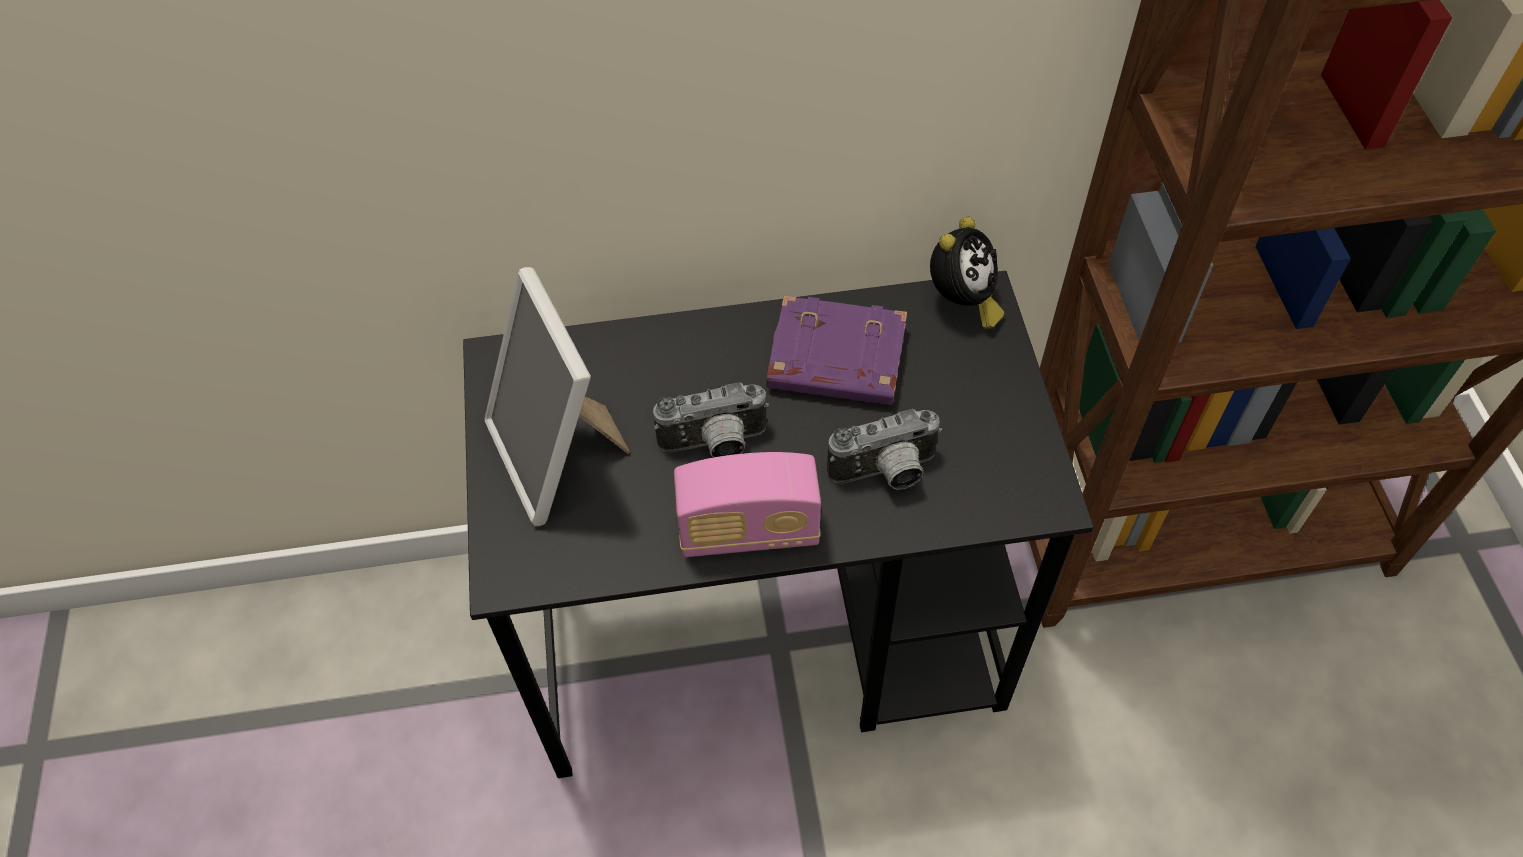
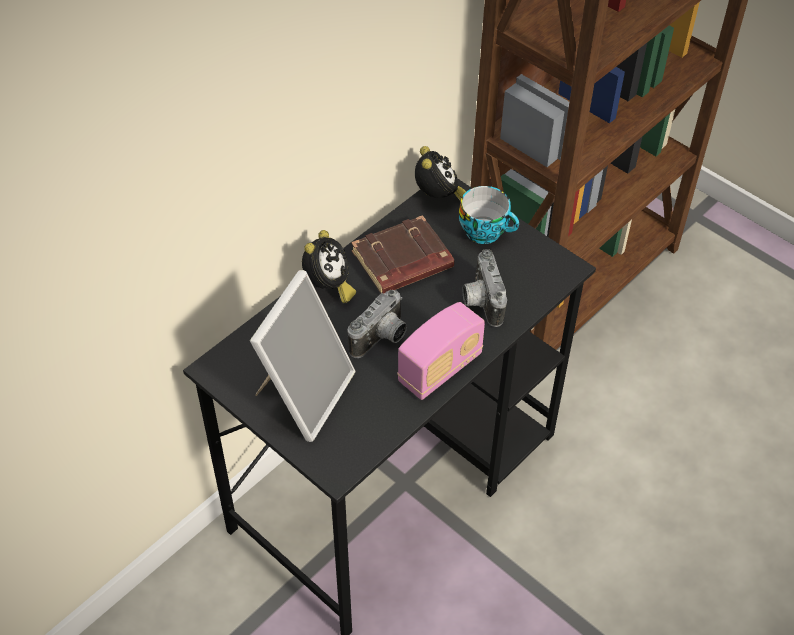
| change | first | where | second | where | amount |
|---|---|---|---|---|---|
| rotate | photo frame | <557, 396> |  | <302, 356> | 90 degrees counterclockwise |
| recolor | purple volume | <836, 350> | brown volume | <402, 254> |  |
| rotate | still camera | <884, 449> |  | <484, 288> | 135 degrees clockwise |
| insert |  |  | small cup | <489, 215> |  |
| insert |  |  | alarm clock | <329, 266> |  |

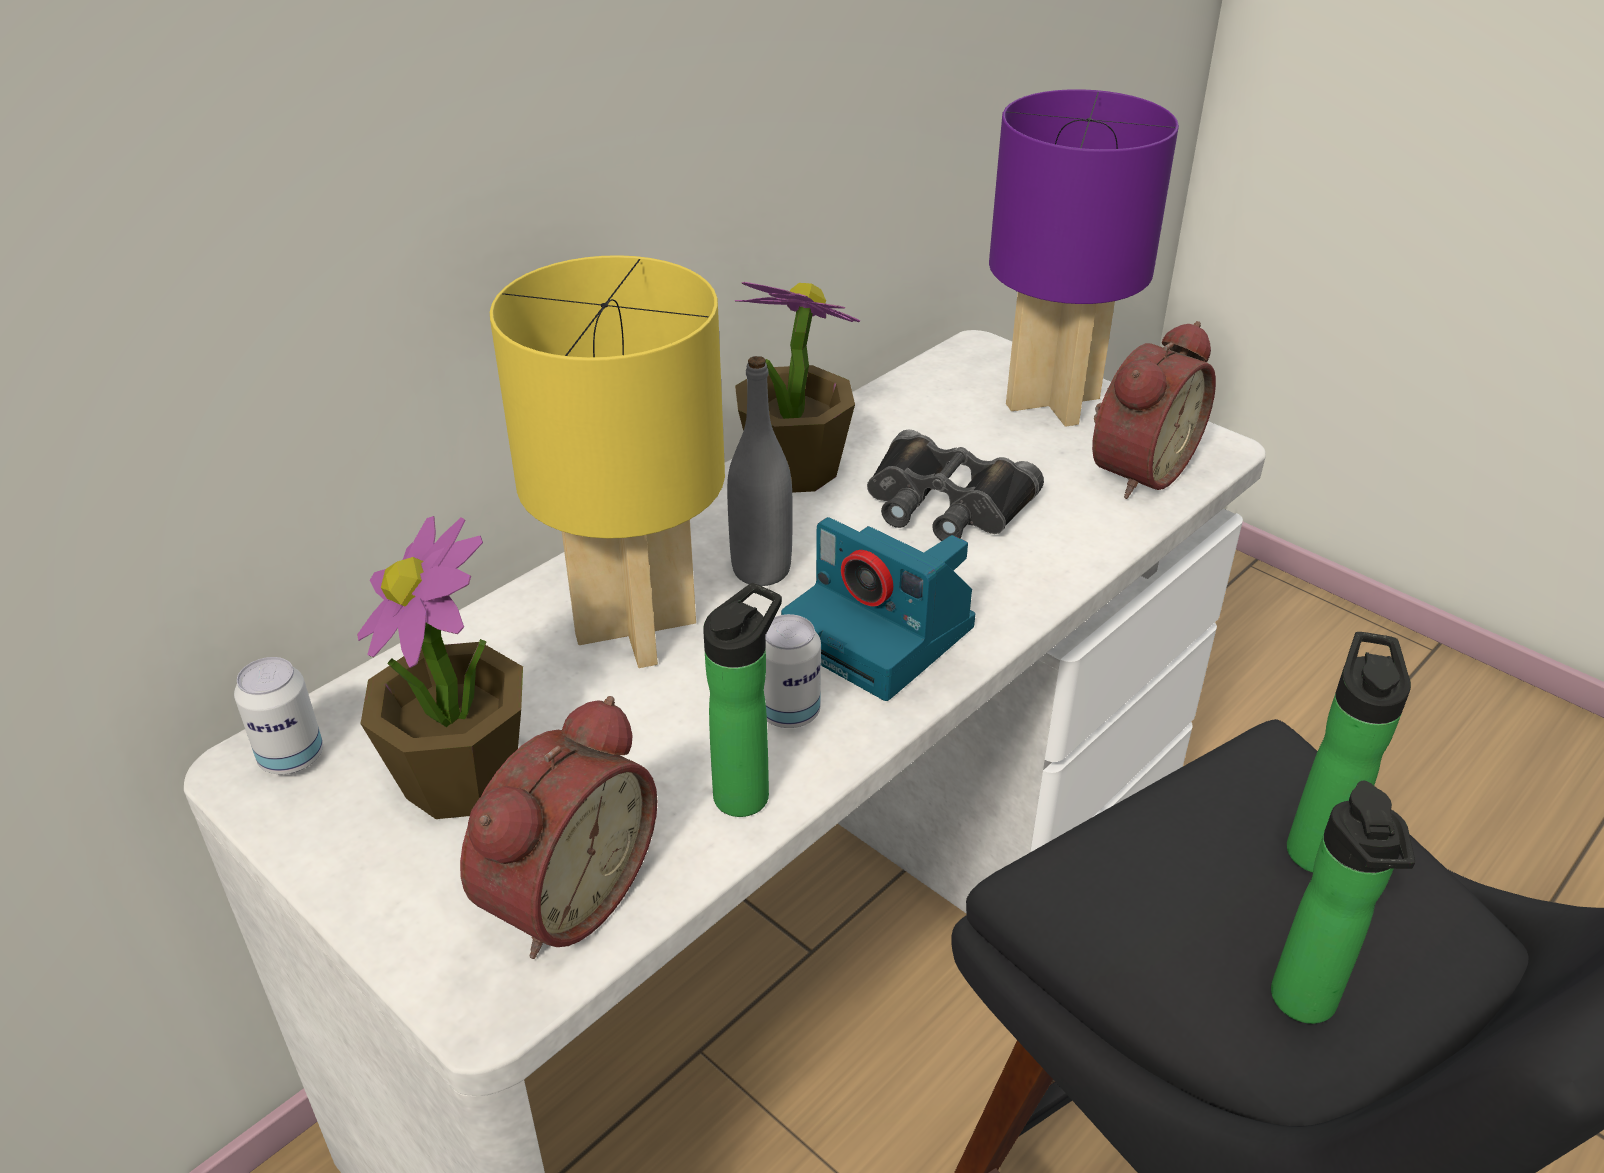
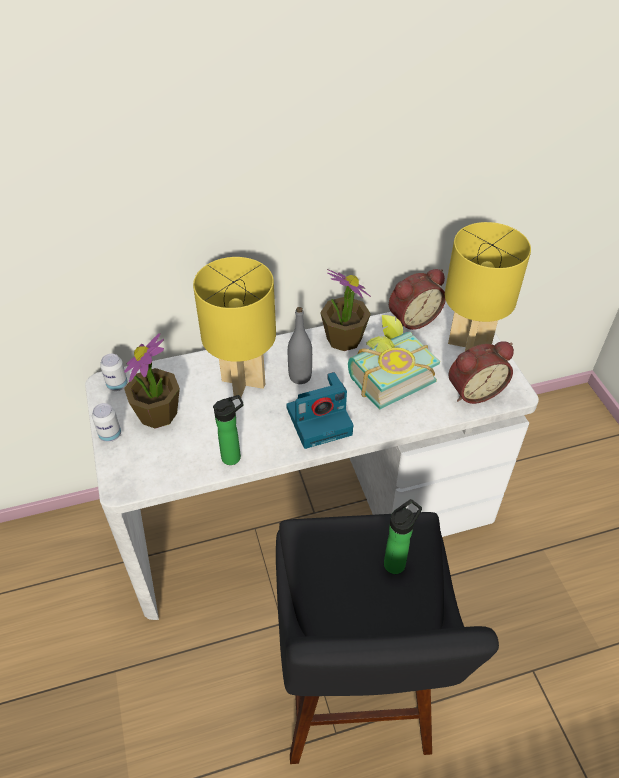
| change | first | where | second | where | amount |
|---|---|---|---|---|---|
| recolor | purple table lamp | <1084, 258> | yellow table lamp | <488, 286> |  |
| replace | black field glasses | <955, 485> | volume | <394, 362> |  |
| rotate | still camera | <878, 609> |  | <319, 410> | 90 degrees counterclockwise |
| move | can | <792, 671> |  | <106, 422> |  |
| move | alarm clock | <558, 827> |  | <417, 299> |  |
| delete | bottle | <1343, 902> |  |  |  |

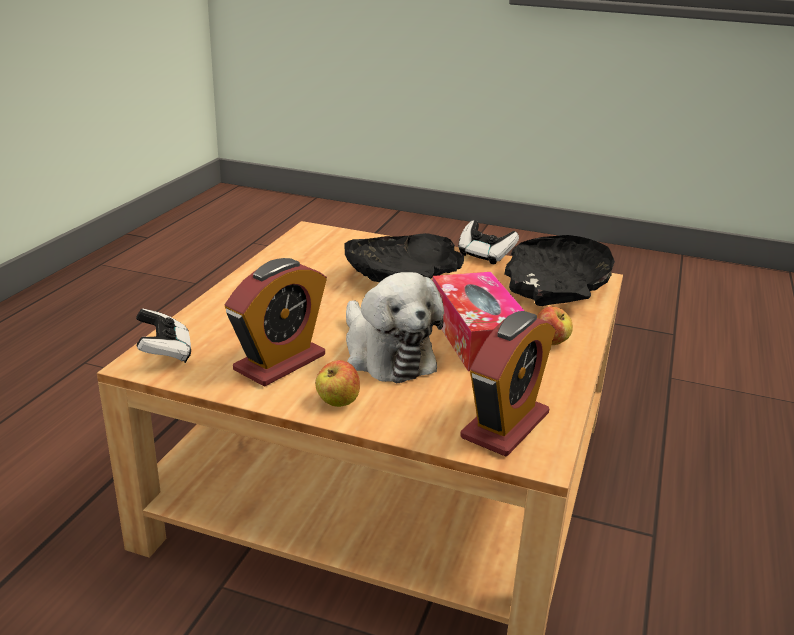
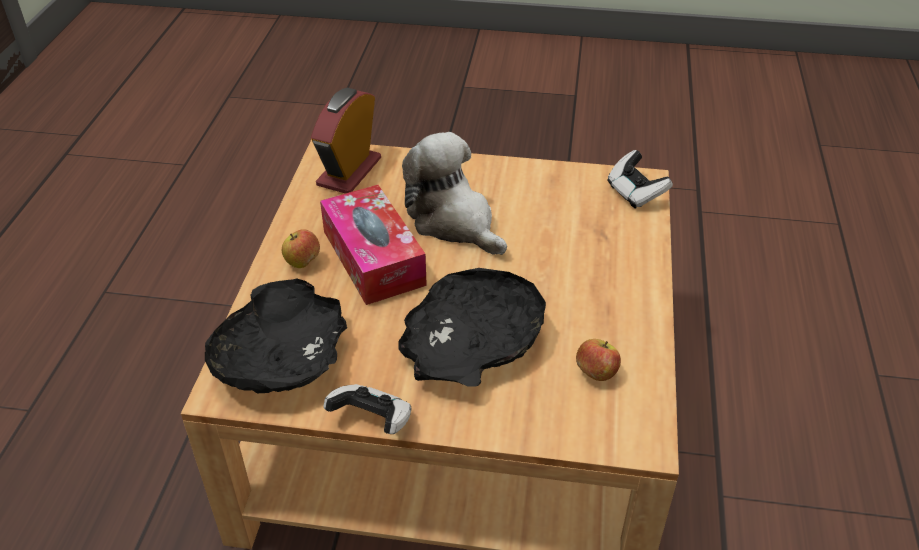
| change | first | where | second | where | amount |
|---|---|---|---|---|---|
| delete | alarm clock | <276, 322> |  |  |  |
| move | whole apple | <337, 383> |  | <598, 360> |  |

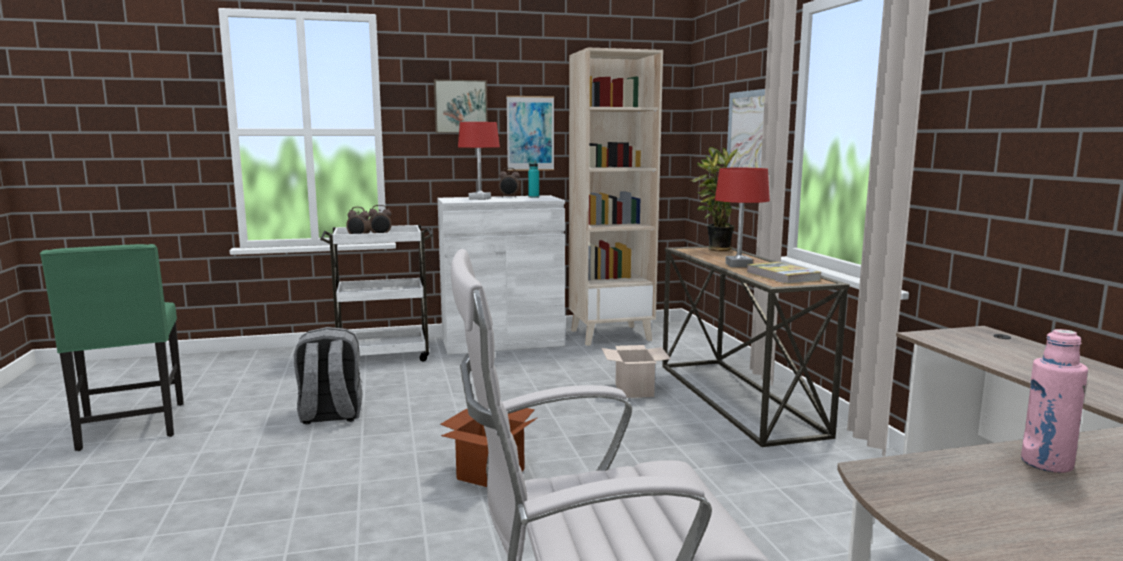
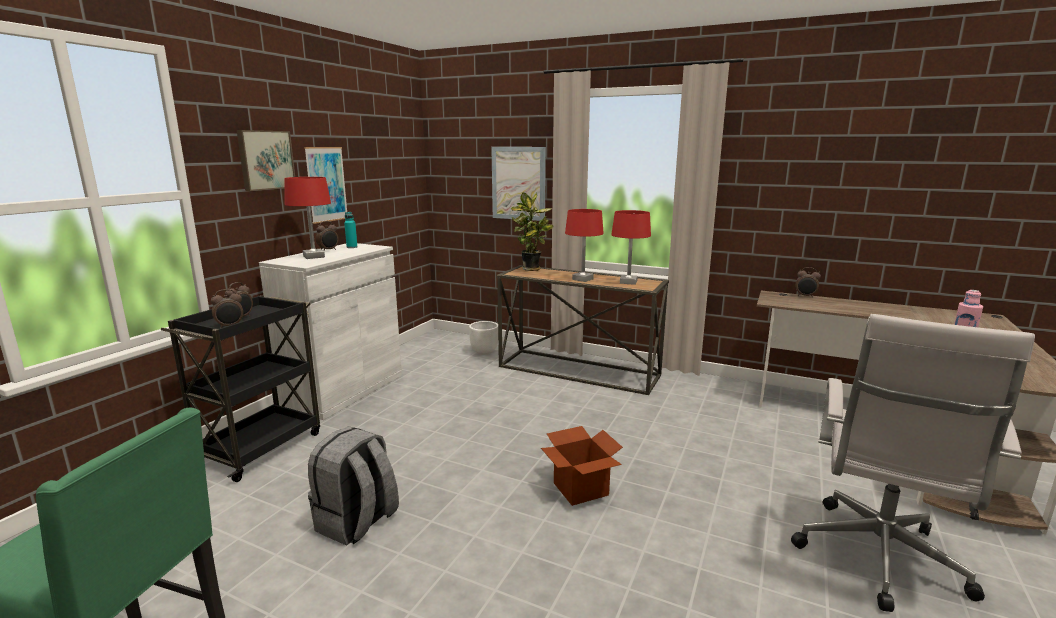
| change | first | where | second | where | amount |
|---|---|---|---|---|---|
| delete | beige bookcase | <616, 197> |  |  |  |
| recolor | white-coloured trolley | <376, 293> | black trolley | <240, 388> |  |
| replace | volume | <783, 273> | reddish table lamp | <631, 247> |  |
| delete | packing box | <636, 371> |  |  |  |
| insert |  |  | alarm clock | <808, 282> |  |
| insert |  |  | white-coloured plant pot | <483, 338> |  |

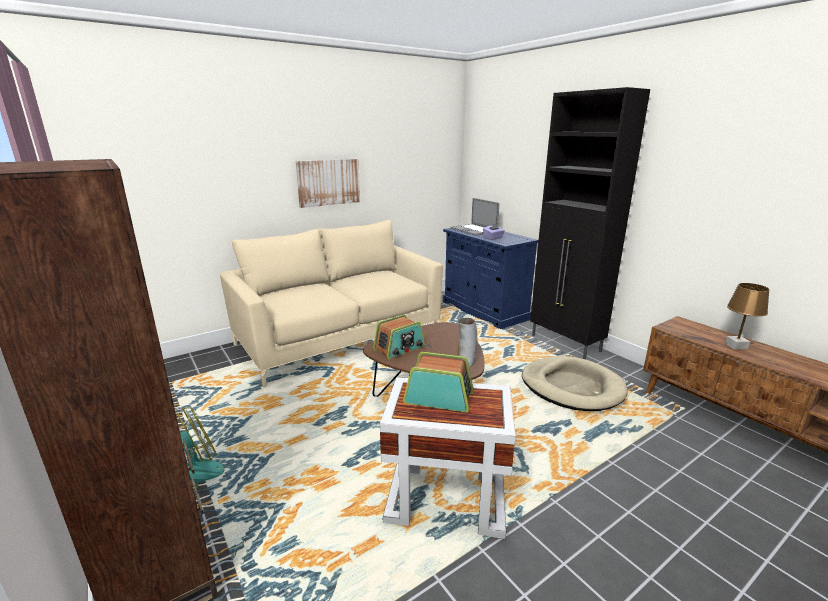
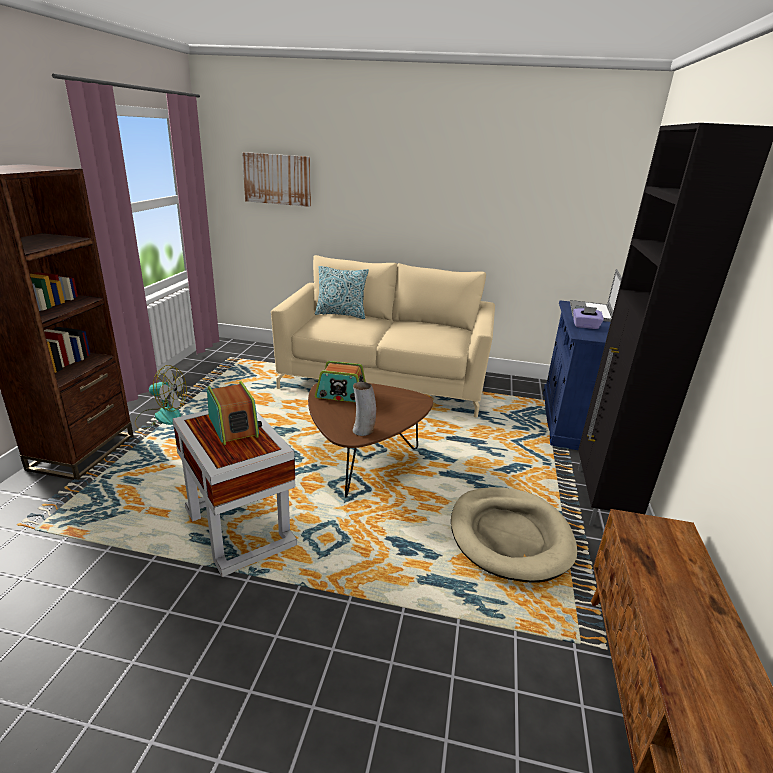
| change | first | where | second | where | amount |
|---|---|---|---|---|---|
| move | picture | <327, 183> |  | <276, 179> |  |
| delete | brown table lamp | <747, 316> |  |  |  |
| insert |  |  | cushion | <342, 292> |  |

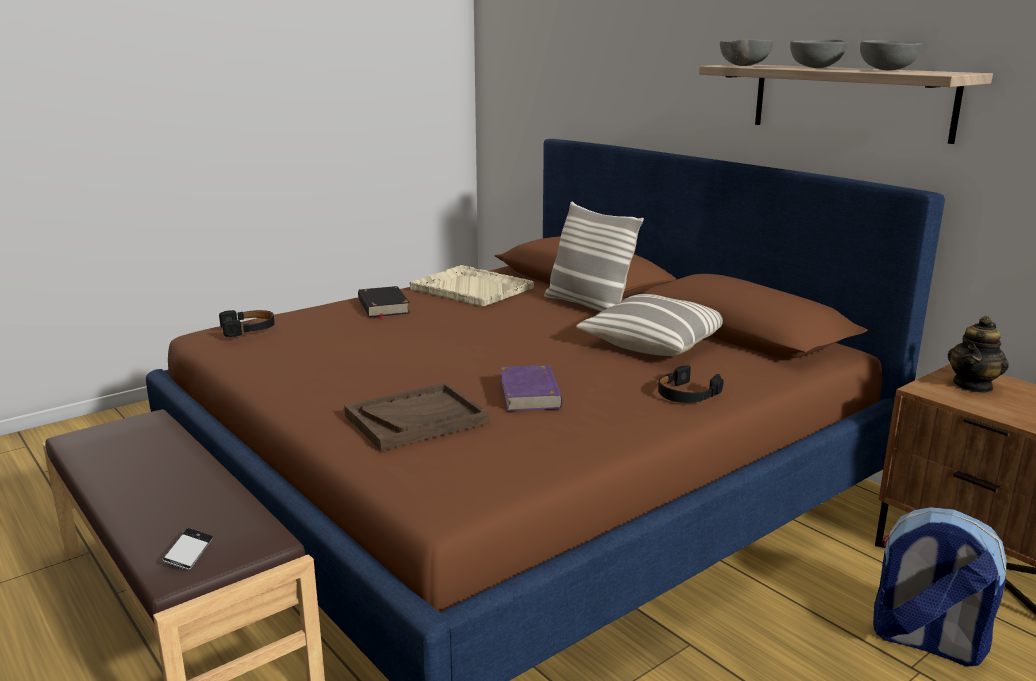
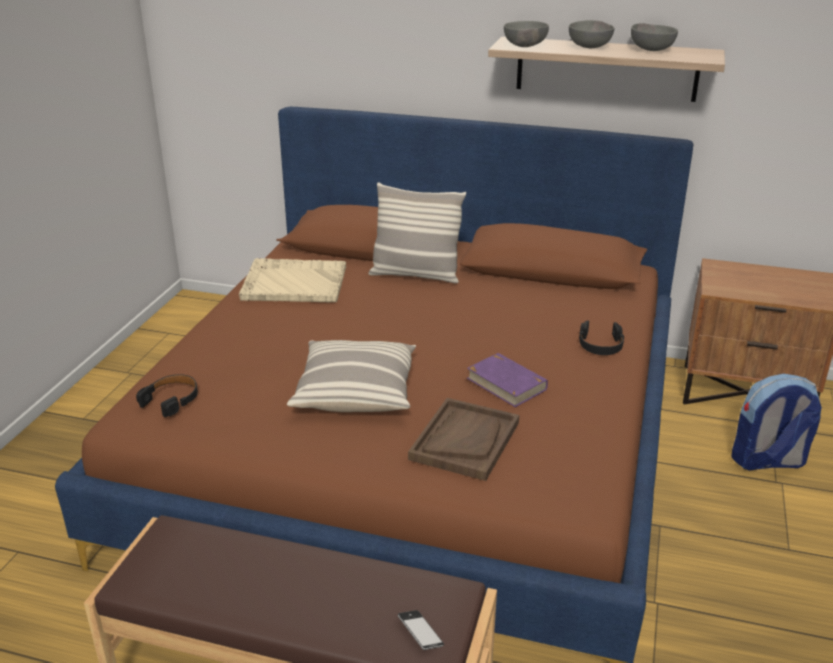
| change | first | where | second | where | amount |
|---|---|---|---|---|---|
| delete | black volume | <384, 303> |  |  |  |
| move | cushion | <649, 325> |  | <351, 376> |  |
| delete | pot for tea | <978, 354> |  |  |  |

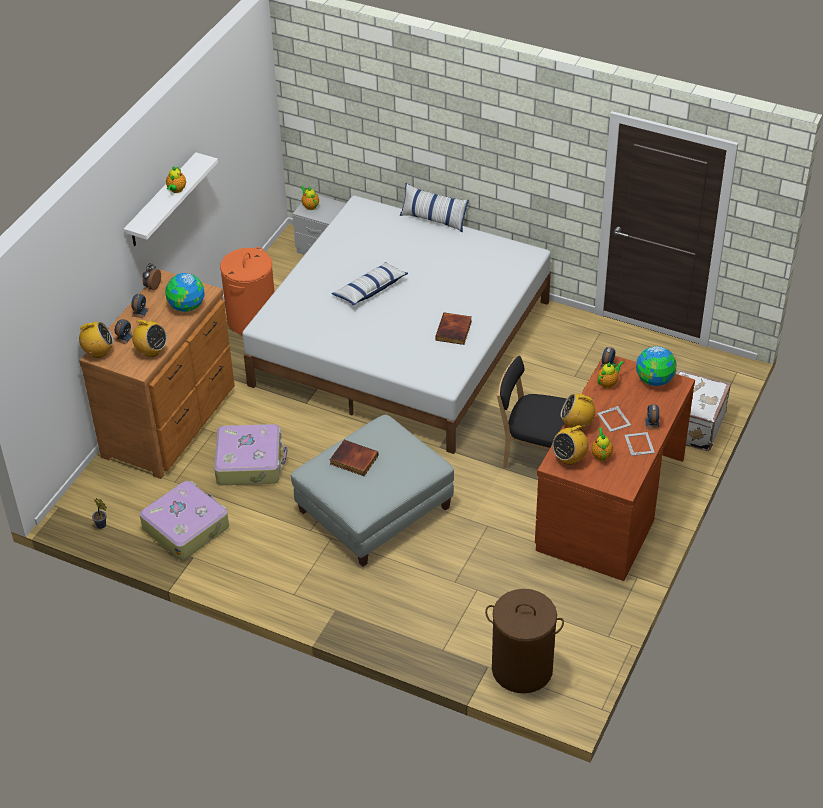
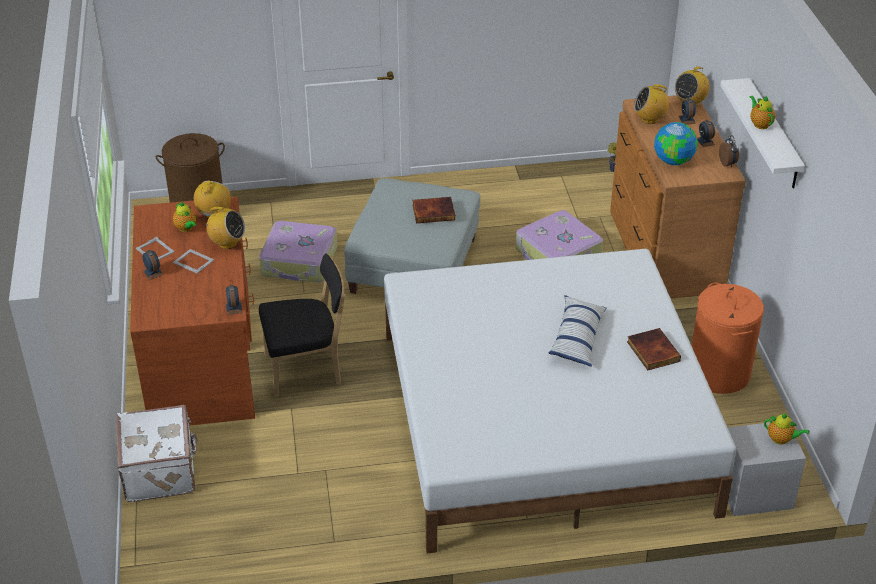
| change | first | where | second | where | amount |
|---|---|---|---|---|---|
| delete | cushion | <434, 207> |  |  |  |
| move | volume | <453, 329> |  | <654, 349> |  |
| delete | desk globe | <656, 366> |  |  |  |
| delete | pot for tea | <610, 374> |  |  |  |
| rotate | radio receiver | <578, 412> |  | <223, 228> | 45 degrees clockwise |
| move | piece of luggage | <184, 520> |  | <298, 251> |  |

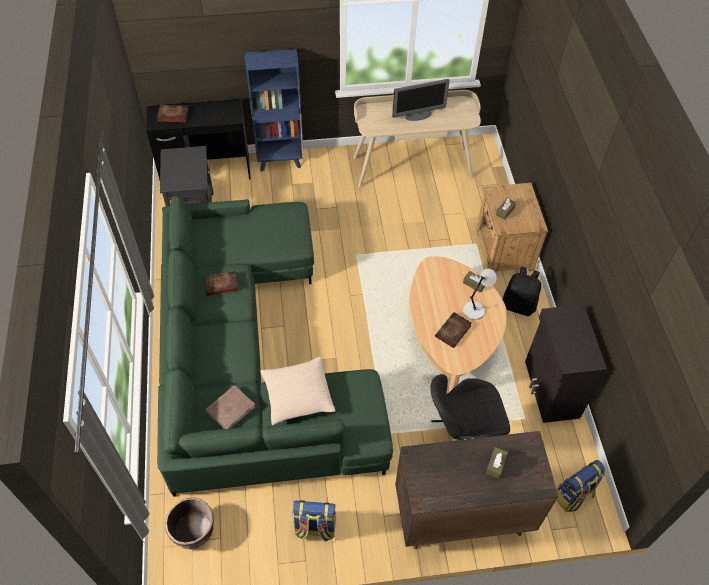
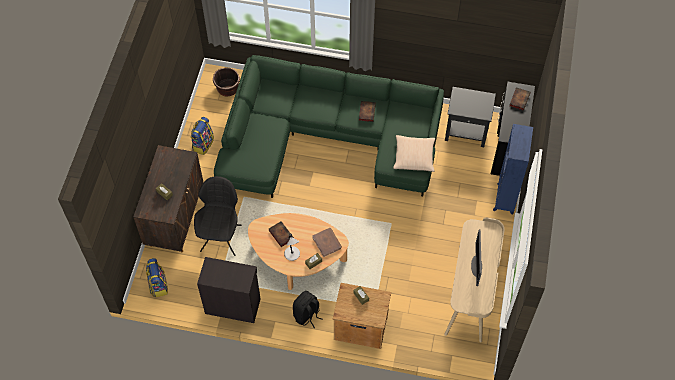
| change | first | where | second | where | amount |
|---|---|---|---|---|---|
| move | beige cushion | <298, 390> |  | <414, 153> |  |
| move | brown volume | <230, 407> |  | <327, 242> |  |

